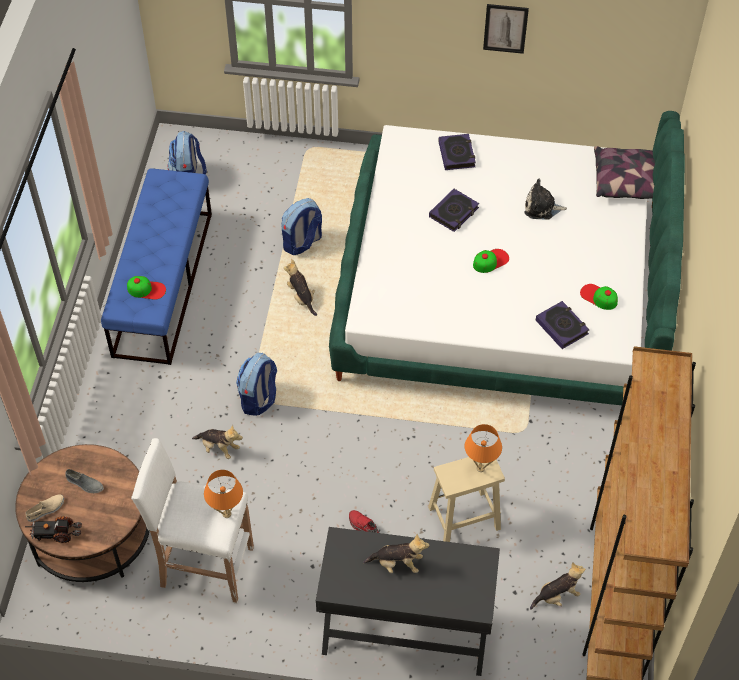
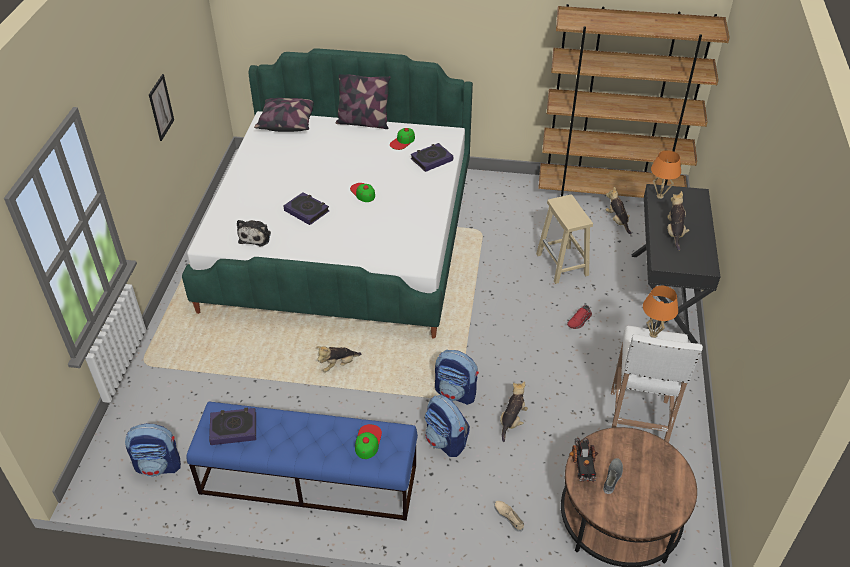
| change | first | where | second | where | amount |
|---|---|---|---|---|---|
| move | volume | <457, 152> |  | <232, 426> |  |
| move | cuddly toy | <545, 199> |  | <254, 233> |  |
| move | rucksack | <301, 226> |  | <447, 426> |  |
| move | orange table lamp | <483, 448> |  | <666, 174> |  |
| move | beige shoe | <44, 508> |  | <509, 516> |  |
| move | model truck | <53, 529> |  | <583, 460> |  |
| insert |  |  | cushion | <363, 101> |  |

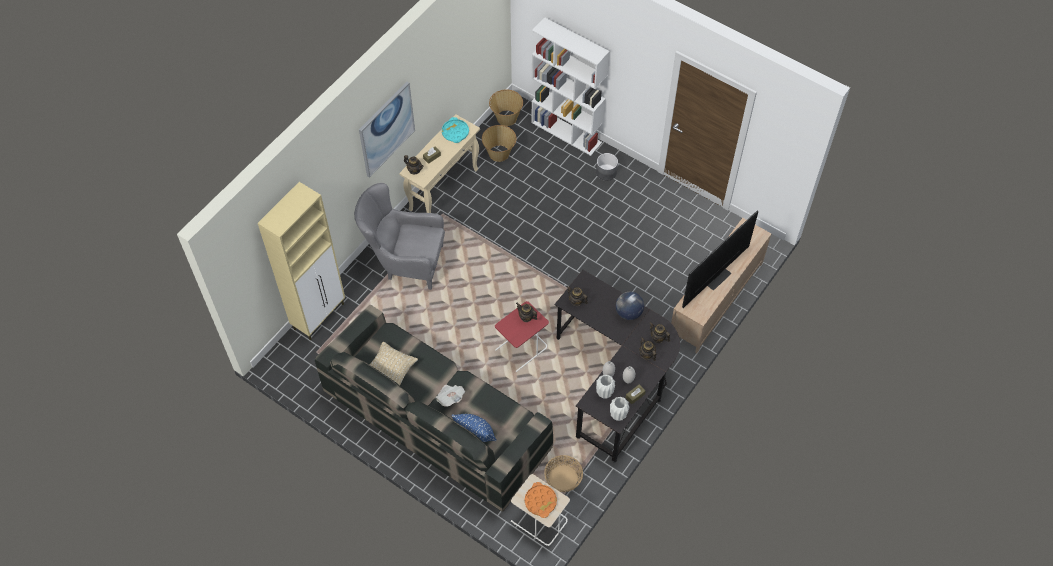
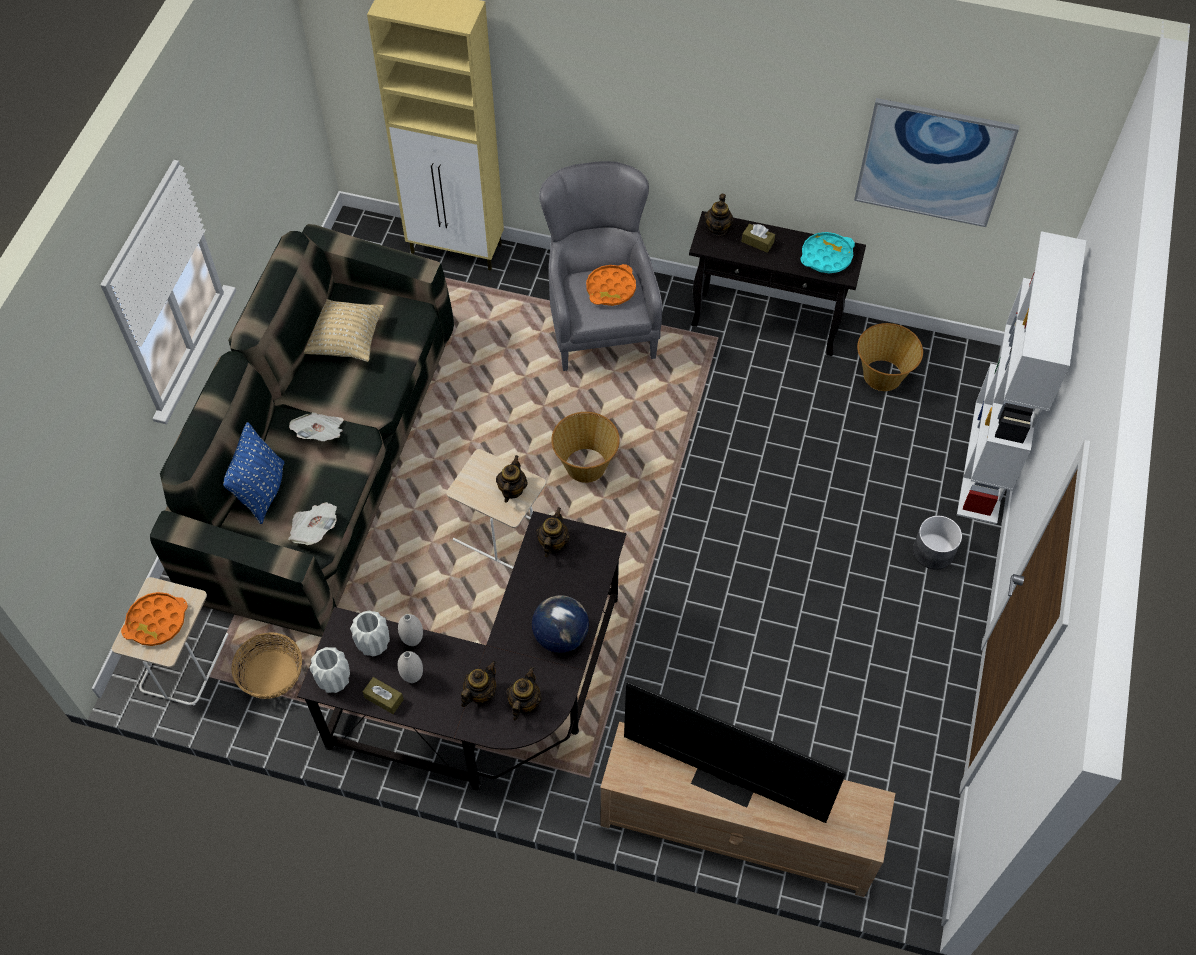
| change | first | where | second | where | amount |
|---|---|---|---|---|---|
| move | picture | <387, 130> |  | <937, 162> |  |
| move | basket | <506, 107> |  | <585, 447> |  |
| recolor | beige narrow table | <439, 163> | black narrow table | <777, 283> |  |
| recolor | reddish side table | <522, 336> | beige side table | <496, 509> |  |
| insert |  |  | orange carrying tray | <611, 285> |  |
| insert |  |  | printed paper | <312, 523> |  |

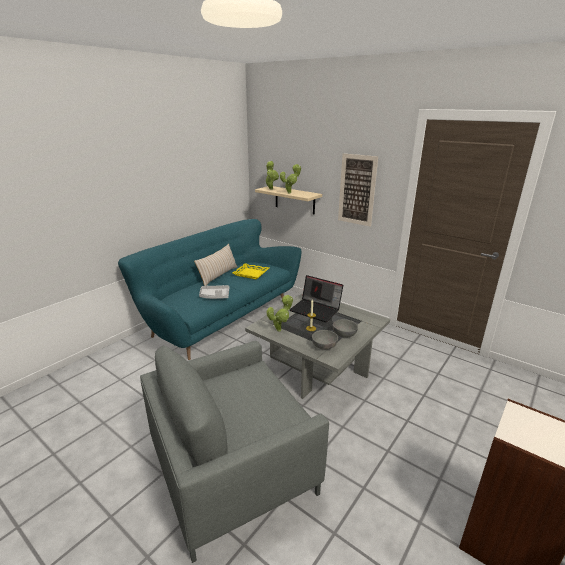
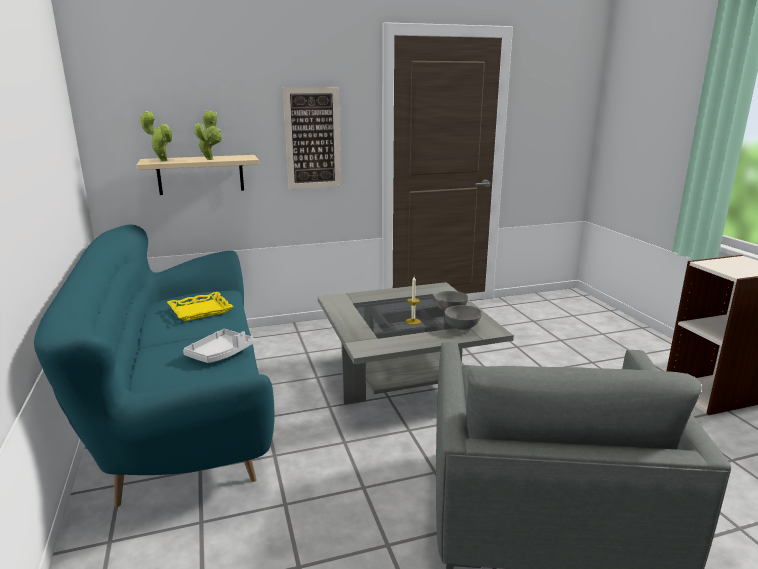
| change | first | where | second | where | amount |
|---|---|---|---|---|---|
| delete | beige cushion | <215, 265> |  |  |  |
| delete | laptop | <316, 298> |  |  |  |
| delete | potted plant | <279, 313> |  |  |  |

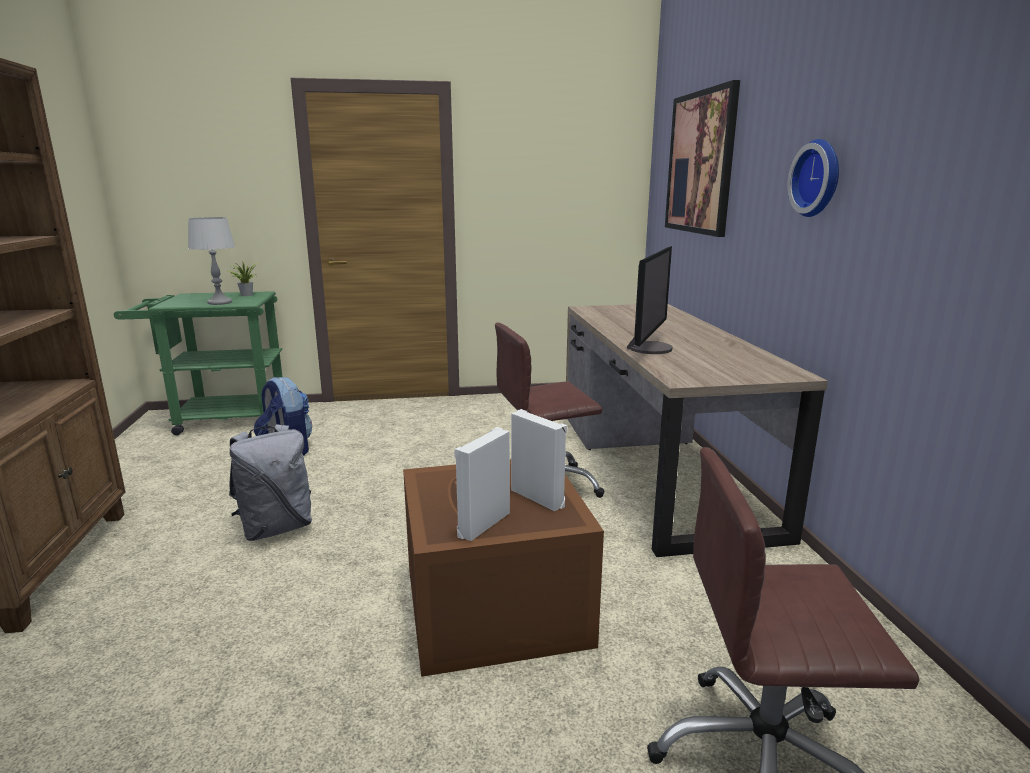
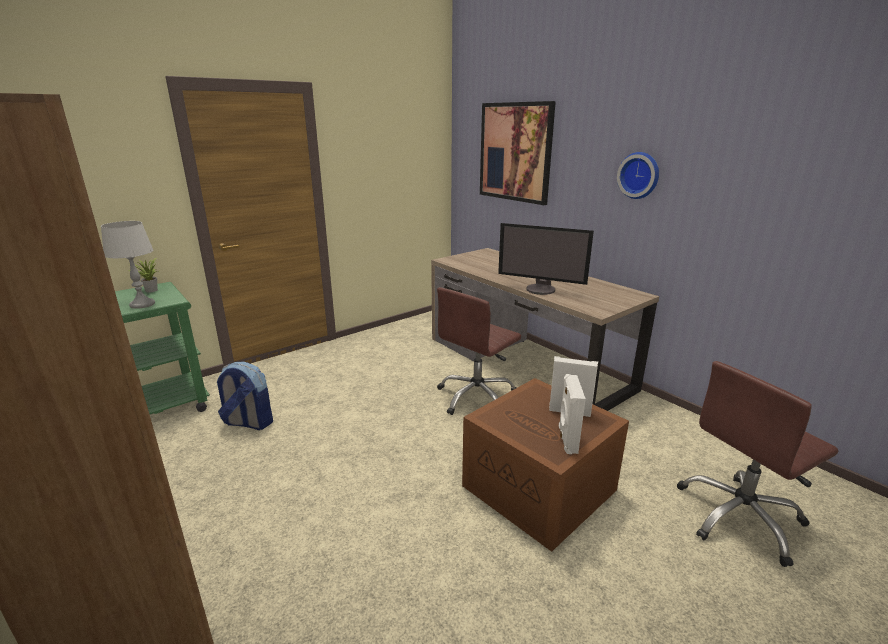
| change | first | where | second | where | amount |
|---|---|---|---|---|---|
| rotate | computer screen | <649, 300> |  | <546, 259> | 120 degrees clockwise |
| delete | gray rucksack | <270, 482> |  |  |  |

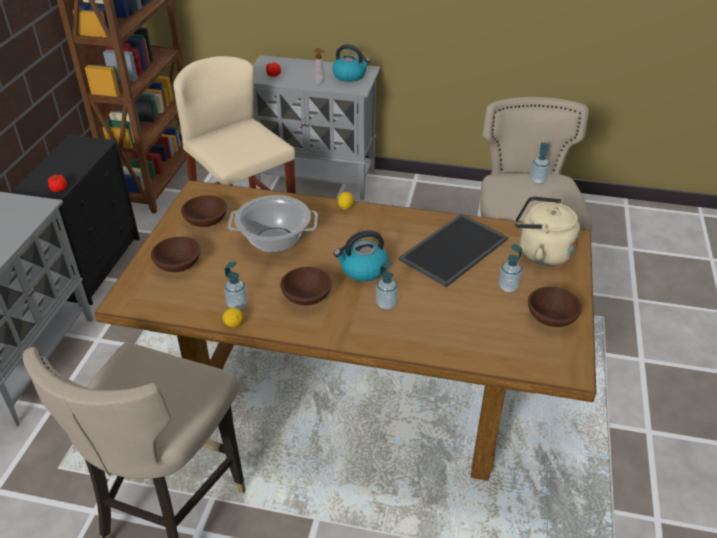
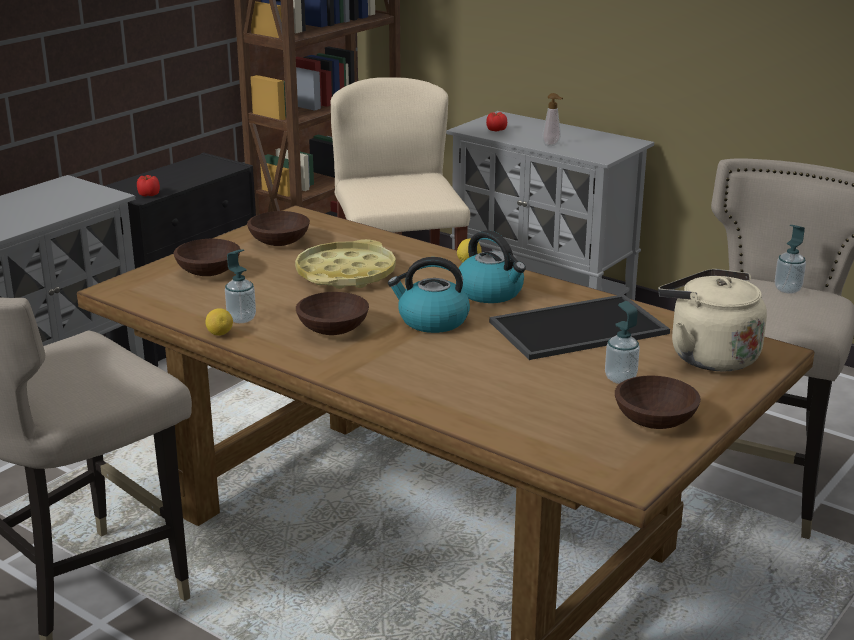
| change | first | where | second | where | amount |
|---|---|---|---|---|---|
| move | water kettle | <351, 63> |  | <492, 266> |  |
| replace | cooking pot | <273, 224> | yellow carrying tray | <345, 264> |  |
| delete | soap dispenser | <387, 285> |  |  |  |

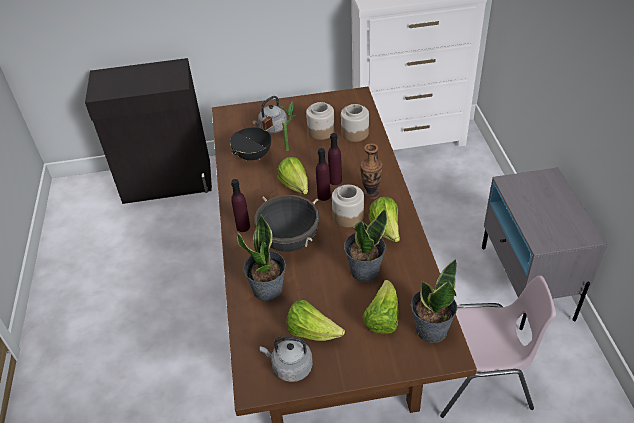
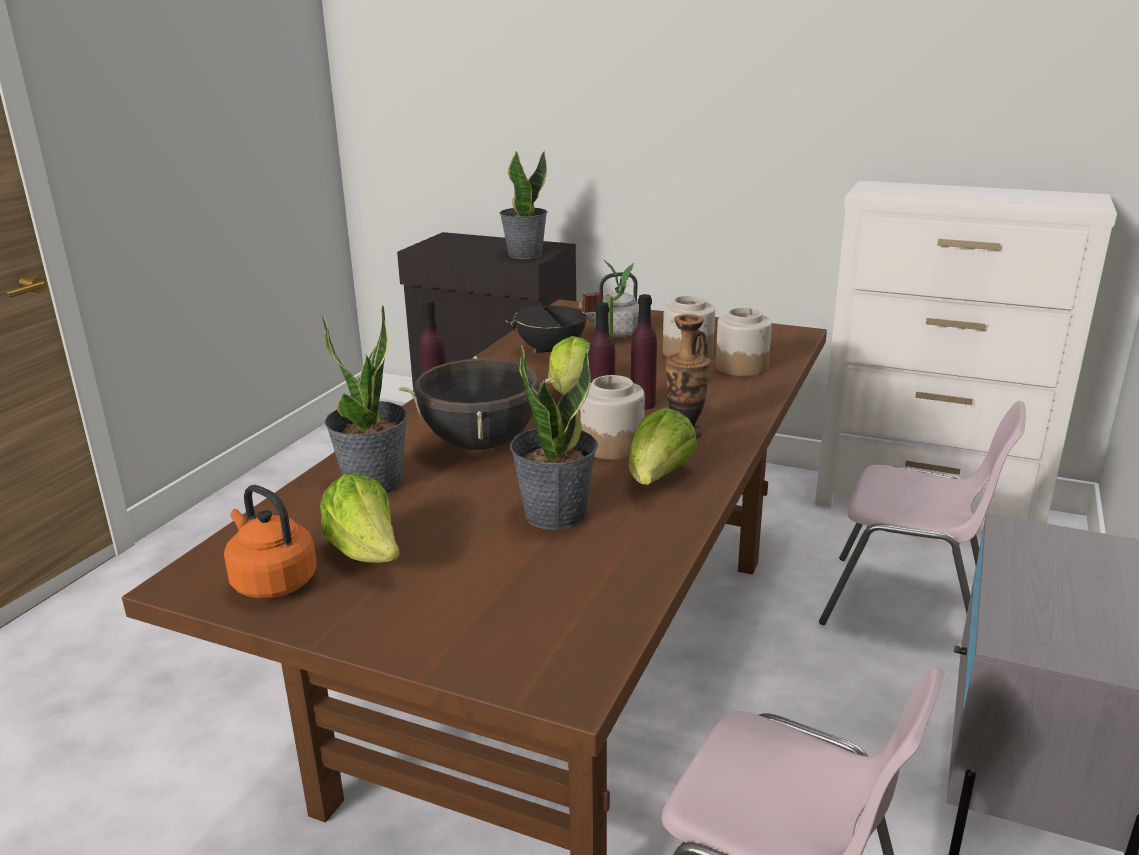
| change | first | where | second | where | amount |
|---|---|---|---|---|---|
| move | potted plant | <434, 300> |  | <523, 205> |  |
| delete | head of lettuce | <381, 307> |  |  |  |
| recolor | gray water kettle | <286, 359> | orange water kettle | <270, 542> |  |
| insert |  |  | pink-coloured chair | <922, 513> |  |

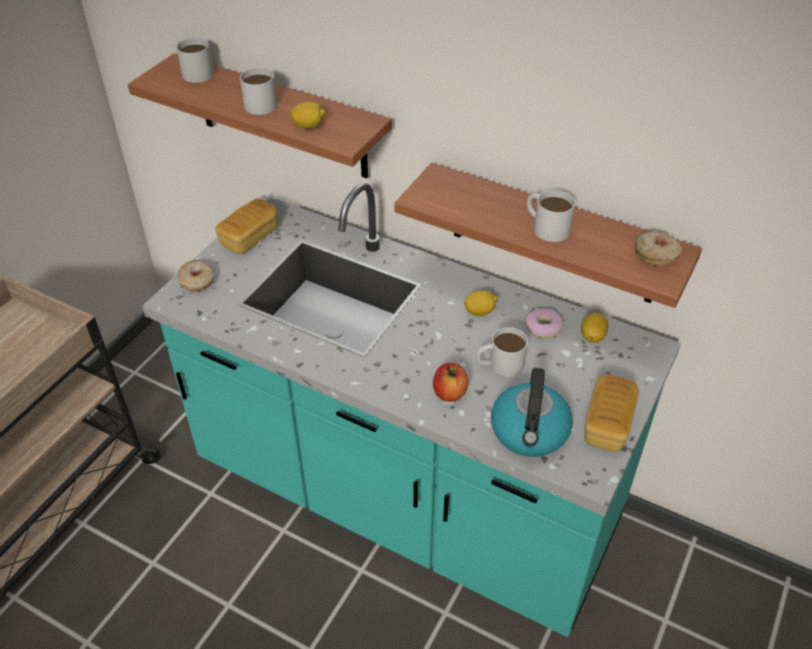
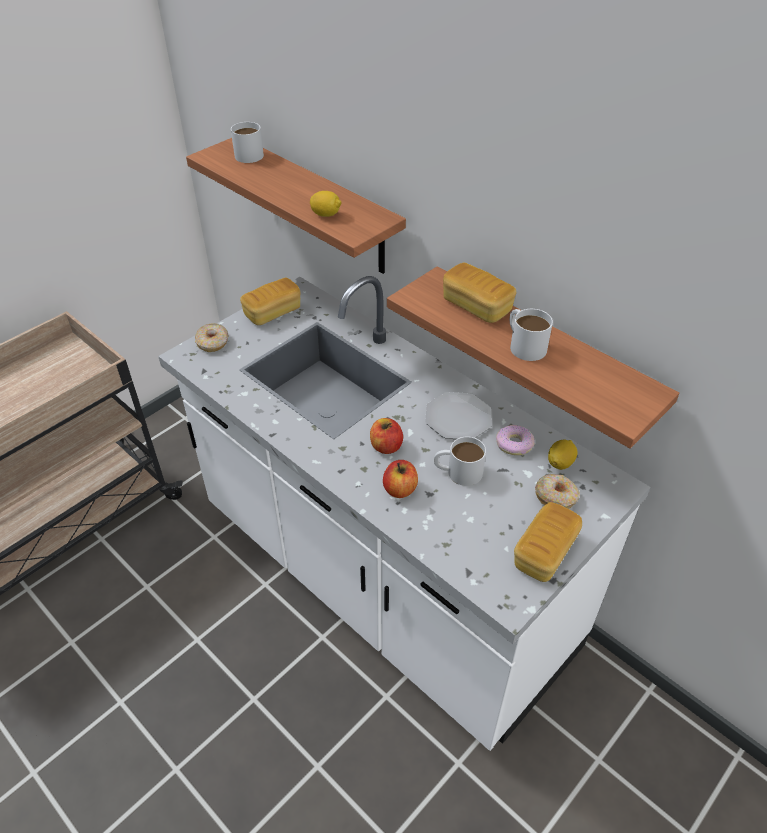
| change | first | where | second | where | amount |
|---|---|---|---|---|---|
| delete | white-coloured mug | <258, 91> |  |  |  |
| recolor | turquoise kitchen counter | <411, 410> | white-coloured kitchen counter | <404, 513> |  |
| move | doughnut | <658, 248> |  | <557, 491> |  |
| replace | lemon | <481, 303> | dinner plate | <458, 415> |  |
| delete | water kettle | <532, 412> |  |  |  |
| insert |  |  | bakery bread | <479, 293> |  |
| insert |  |  | whole apple | <386, 436> |  |

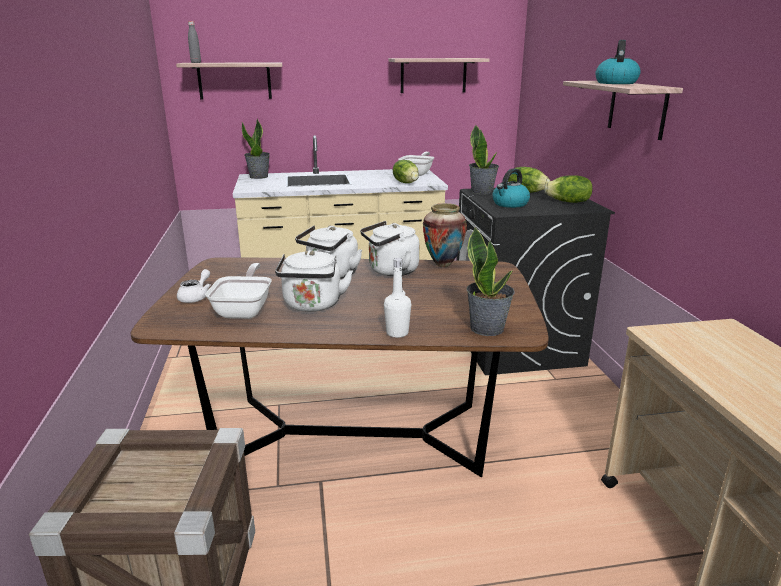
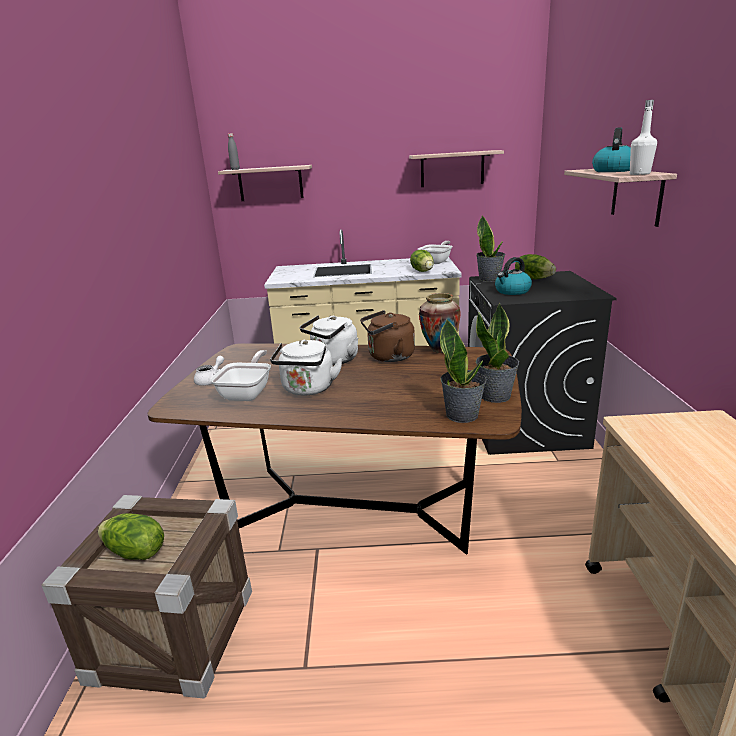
| change | first | where | second | where | amount |
|---|---|---|---|---|---|
| move | potted plant | <256, 148> |  | <497, 353> |  |
| move | head of lettuce | <568, 189> |  | <131, 536> |  |
| recolor | white-coloured water kettle | <389, 248> | brown water kettle | <387, 336> |  |
| move | white-coloured bottle | <397, 298> |  | <643, 137> |  |

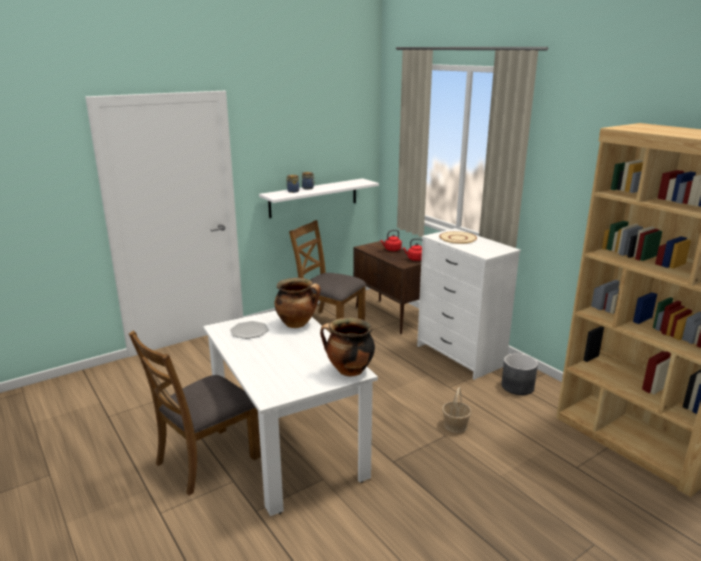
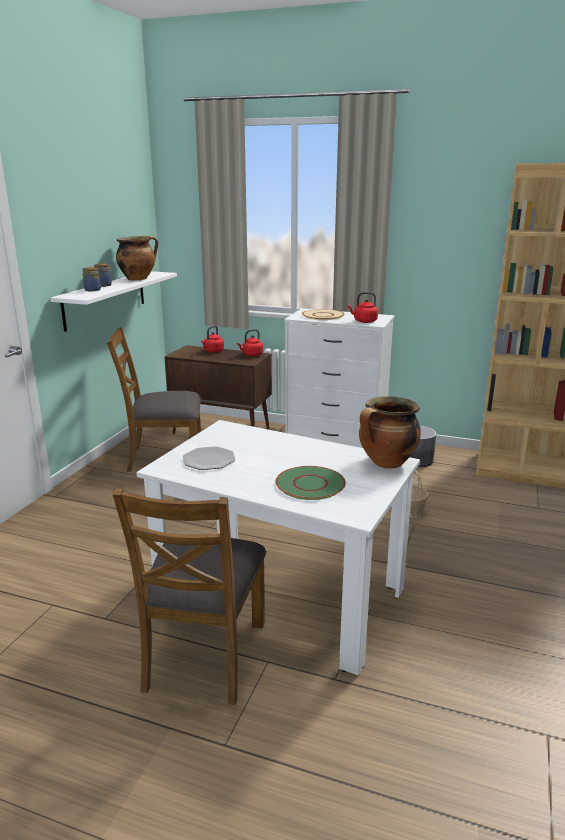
| change | first | where | second | where | amount |
|---|---|---|---|---|---|
| move | cooking pot | <297, 303> |  | <137, 258> |  |
| insert |  |  | reddish water kettle | <363, 307> |  |
| insert |  |  | green dinner plate | <310, 483> |  |

